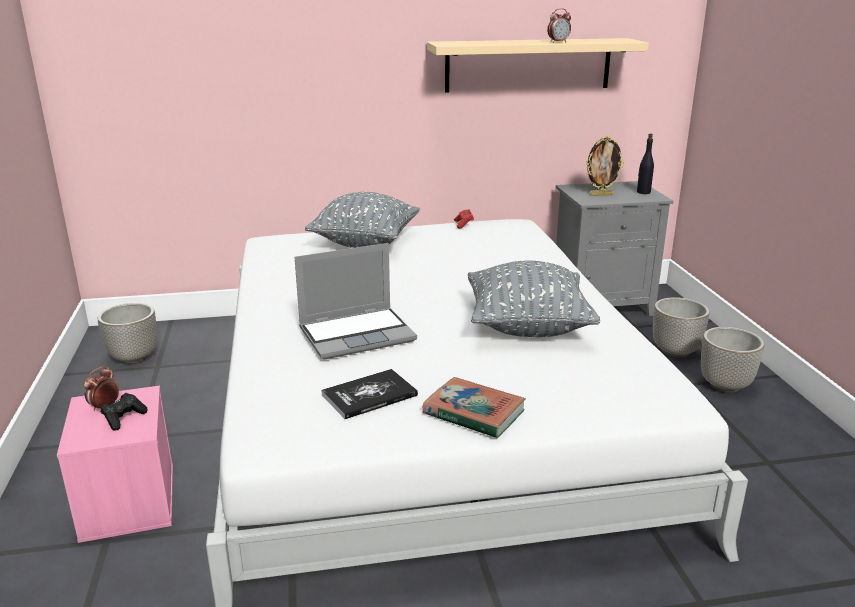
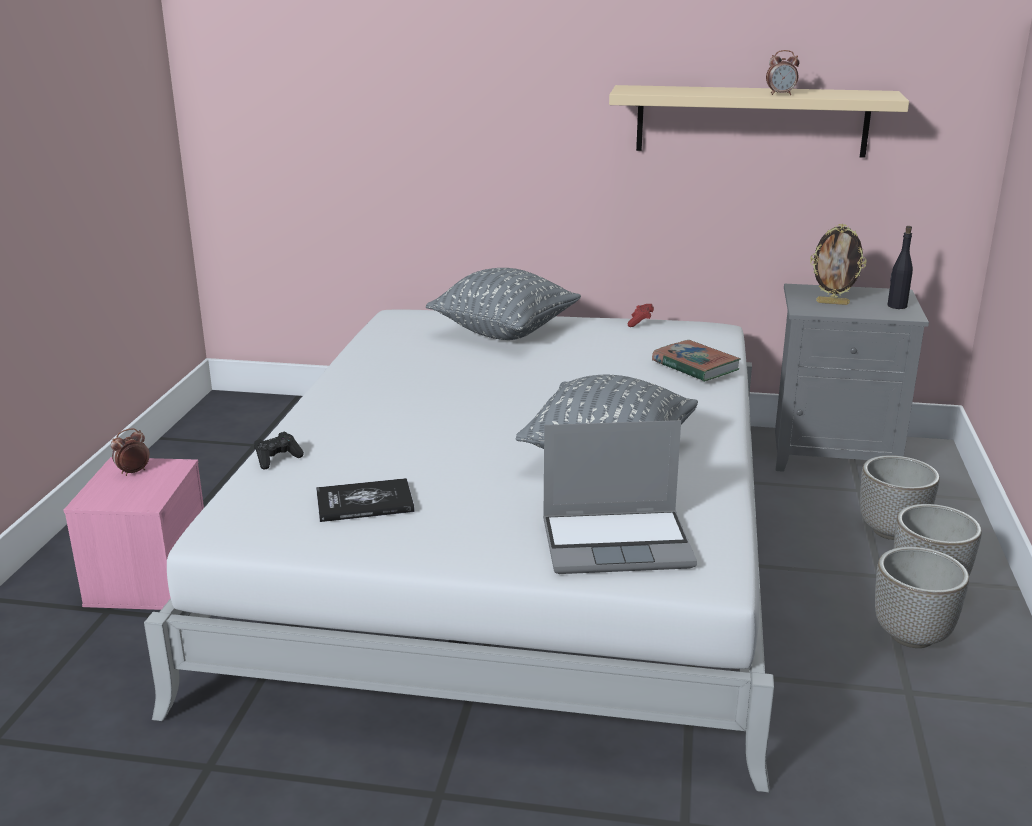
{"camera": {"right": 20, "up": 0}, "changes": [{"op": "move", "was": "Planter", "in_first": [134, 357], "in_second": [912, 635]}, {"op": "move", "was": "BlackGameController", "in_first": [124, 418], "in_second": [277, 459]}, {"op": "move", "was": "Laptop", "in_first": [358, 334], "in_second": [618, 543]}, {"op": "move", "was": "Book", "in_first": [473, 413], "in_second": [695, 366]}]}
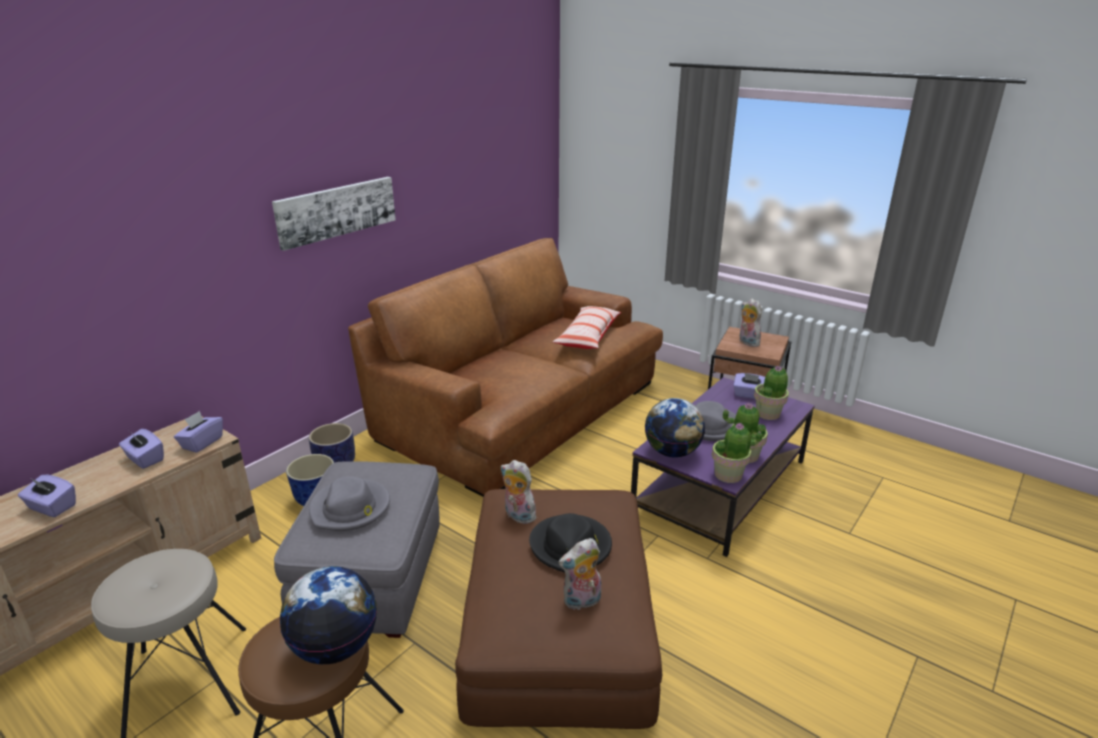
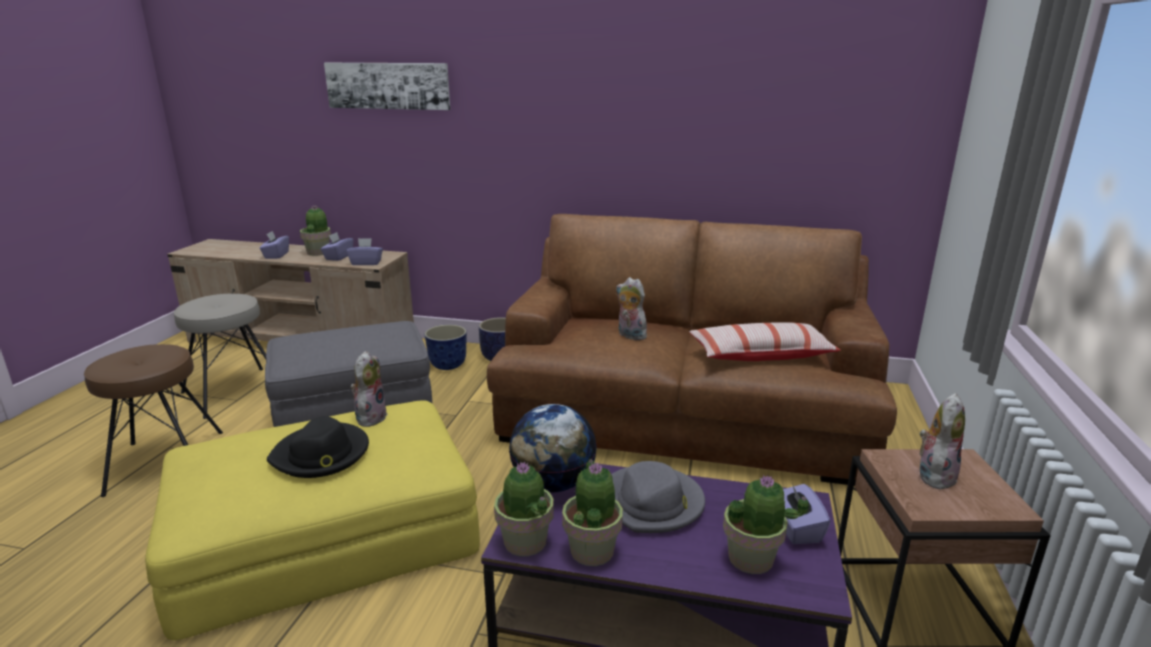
{"camera": {"right": 65, "up": -5}, "changes": [{"op": "delete", "was": "Globe", "in_first": [335, 646]}, {"op": "delete", "was": "GreyHat", "in_first": [350, 508]}, {"op": "insert", "now": "PottedPlant", "in_second": [318, 252]}, {"op": "move", "was": "Picture", "in_first": [336, 211], "in_second": [388, 85]}, {"op": "move", "was": "PlushToy", "in_first": [582, 602], "in_second": [629, 336]}, {"op": "recolor", "was": "BrownOttoman", "now": "YellowOttoman", "in_first": [557, 619], "in_second": [326, 533]}]}
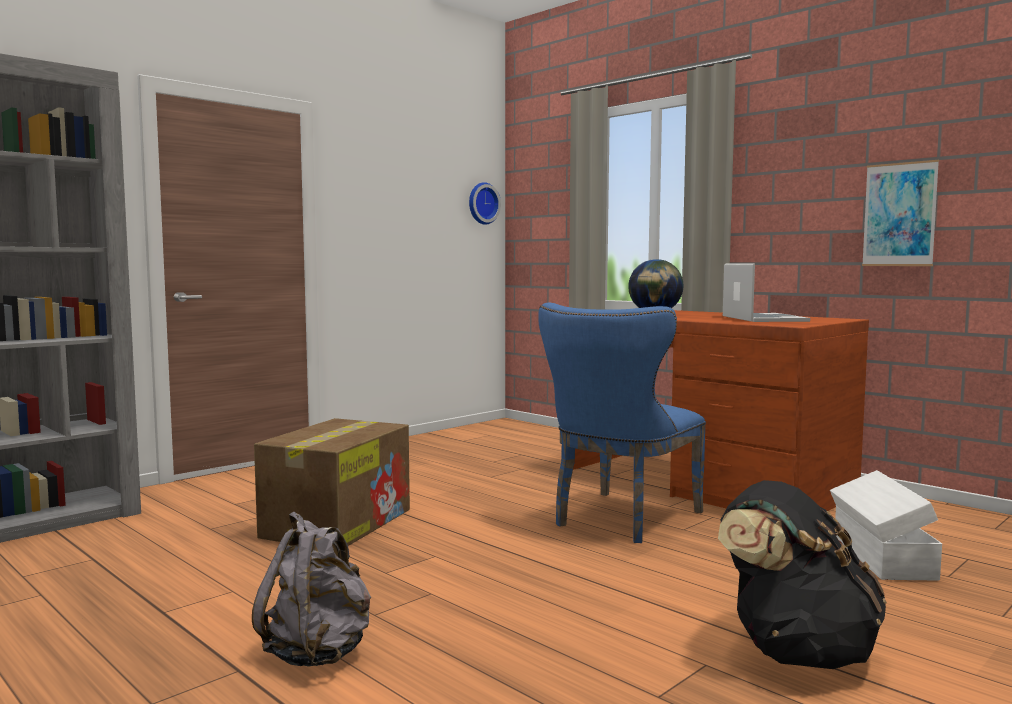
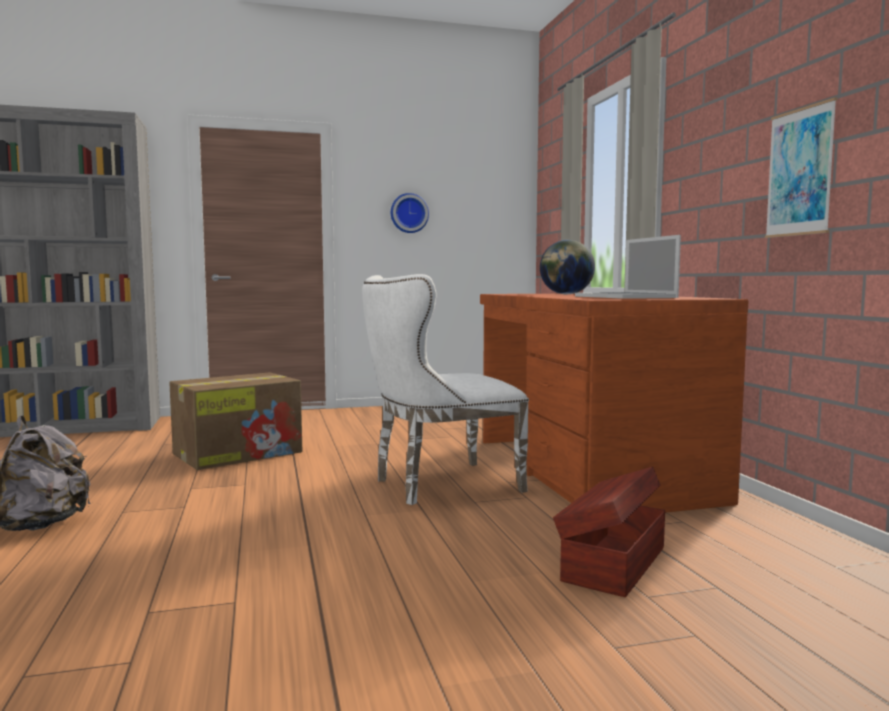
{"camera": {"right": 30, "up": 0}, "changes": [{"op": "delete", "was": "BlackBackpack", "in_first": [795, 651]}, {"op": "move", "was": "WallClock", "in_first": [482, 203], "in_second": [409, 213]}, {"op": "recolor", "was": "BlueChair", "now": "WhiteChair", "in_first": [621, 520], "in_second": [438, 485]}, {"op": "recolor", "was": "WhiteStorageBox", "now": "BrownStorageBox", "in_first": [881, 558], "in_second": [612, 563]}, {"op": "rotate", "was": "Laptop", "in_first": [763, 318], "in_second": [625, 297], "clockwise": 135}]}
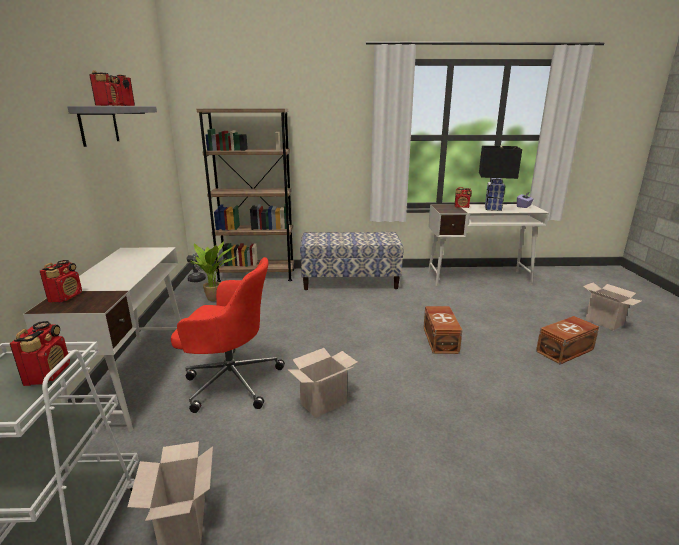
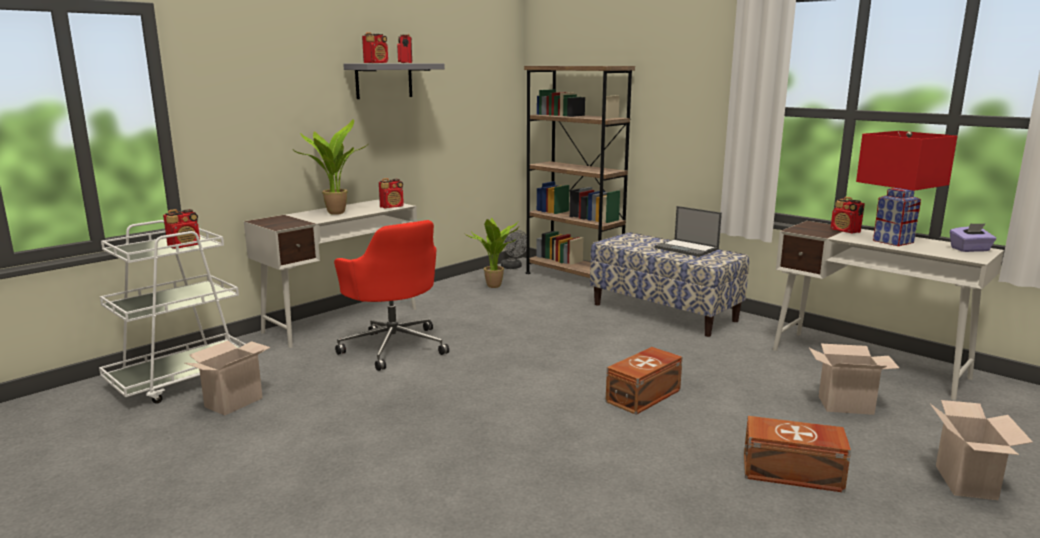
{"camera": {"right": 45, "up": -5}, "changes": [{"op": "insert", "now": "PottedPlant", "in_second": [334, 212]}, {"op": "insert", "now": "Laptop", "in_second": [687, 248]}, {"op": "move", "was": "Radio", "in_first": [66, 297], "in_second": [392, 207]}, {"op": "move", "was": "CardboardBox", "in_first": [324, 402], "in_second": [847, 405]}, {"op": "recolor", "was": "BlackTableLamp", "now": "RedTableLamp", "in_first": [493, 209], "in_second": [893, 242]}]}
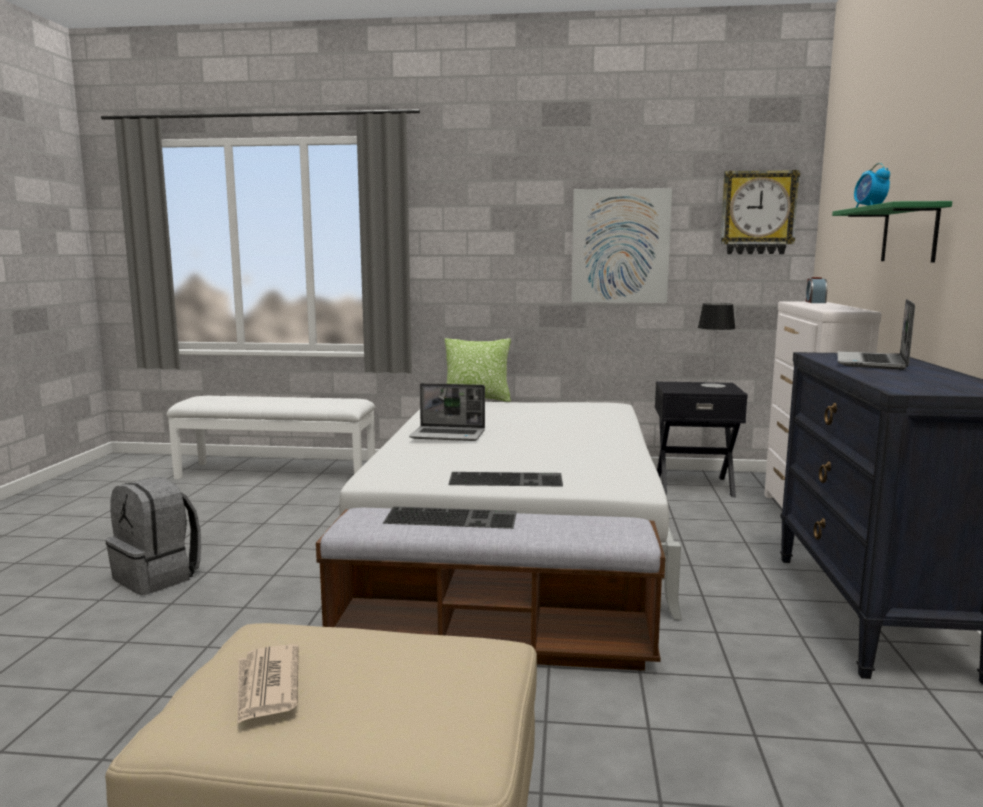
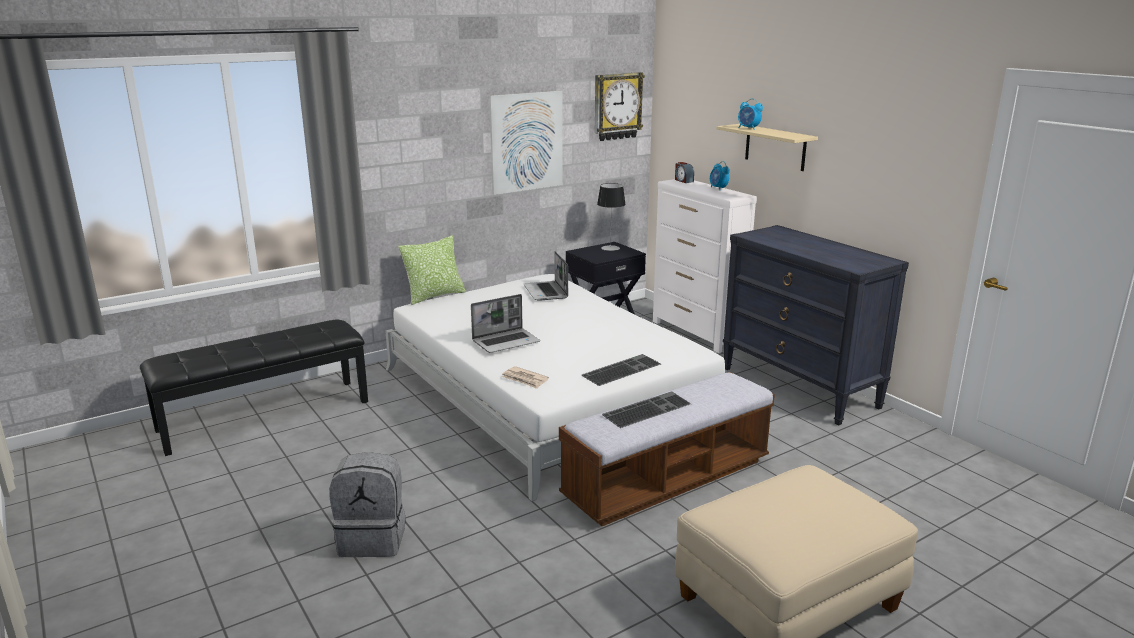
{"camera": {"right": -40, "up": 10}, "changes": [{"op": "insert", "now": "AlarmClock", "in_second": [718, 188]}, {"op": "move", "was": "Newspaper", "in_first": [266, 686], "in_second": [525, 379]}, {"op": "move", "was": "Laptop", "in_first": [872, 363], "in_second": [546, 292]}, {"op": "recolor", "was": "WhiteBench", "now": "BlackBench", "in_first": [277, 473], "in_second": [265, 415]}, {"op": "recolor", "was": "GreenShelf", "now": "BeigeShelf", "in_first": [909, 234], "in_second": [775, 147]}]}
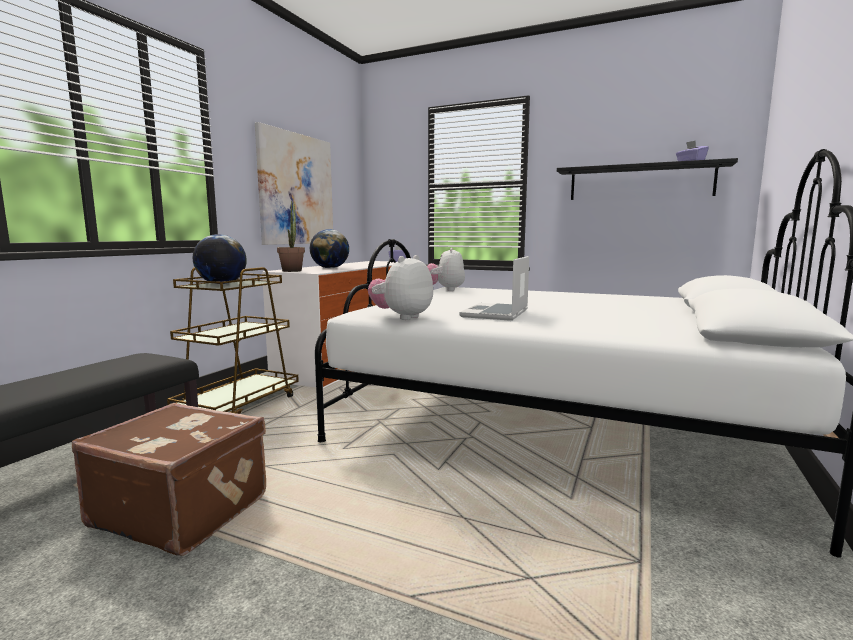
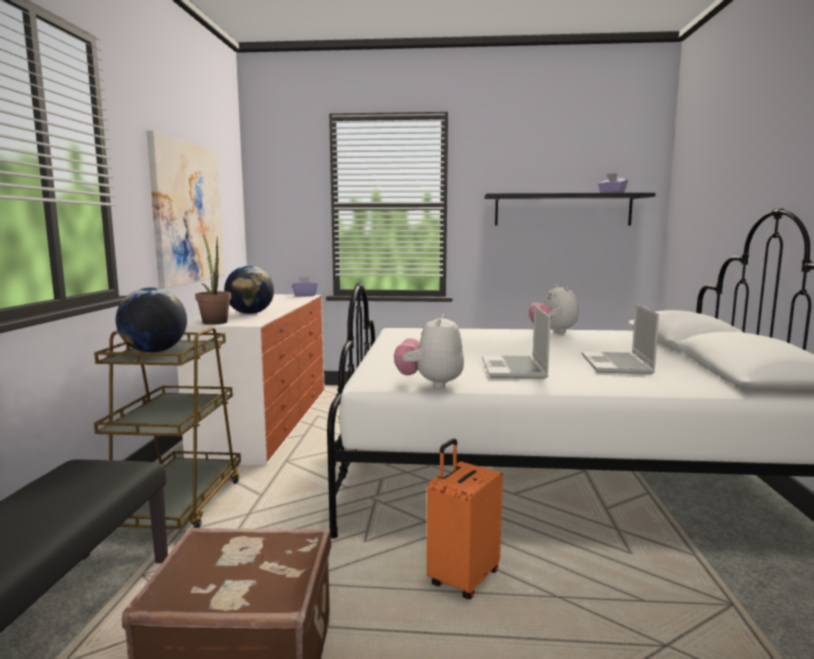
{"camera": {"right": -20, "up": 0}, "changes": [{"op": "insert", "now": "OrangeSuitcase", "in_second": [462, 578]}, {"op": "insert", "now": "Laptop", "in_second": [617, 365]}, {"op": "move", "was": "PlushToy", "in_first": [445, 289], "in_second": [553, 331]}]}
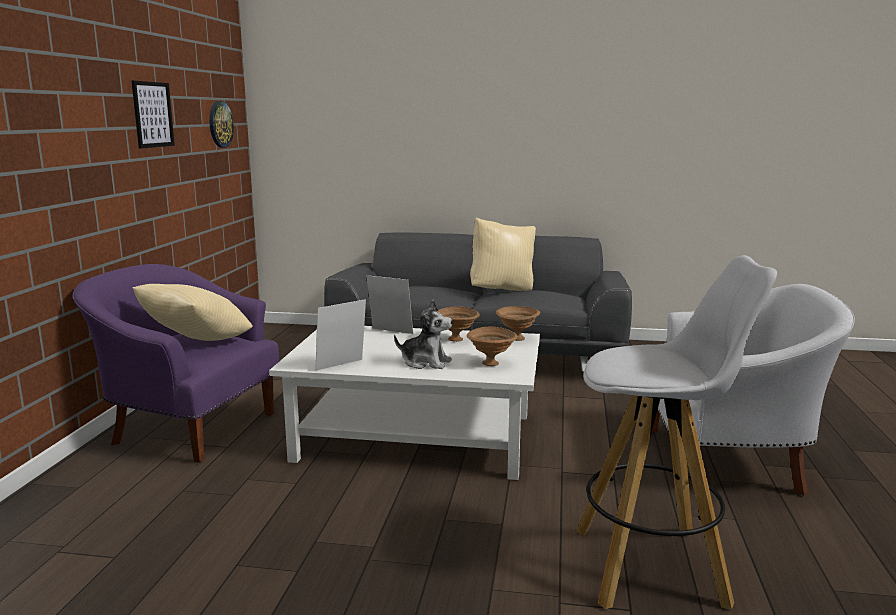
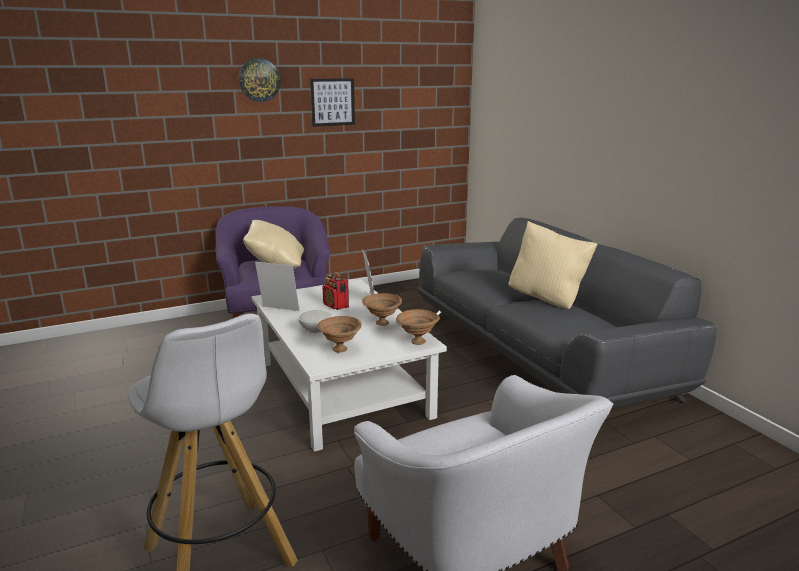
{"camera": {"right": 55, "up": 5}, "changes": [{"op": "insert", "now": "Radio", "in_second": [336, 306]}, {"op": "move", "was": "WallClock", "in_first": [220, 124], "in_second": [259, 80]}, {"op": "replace", "was": "PlushToy", "now": "WhiteBowl", "in_first": [425, 362], "in_second": [315, 329]}]}
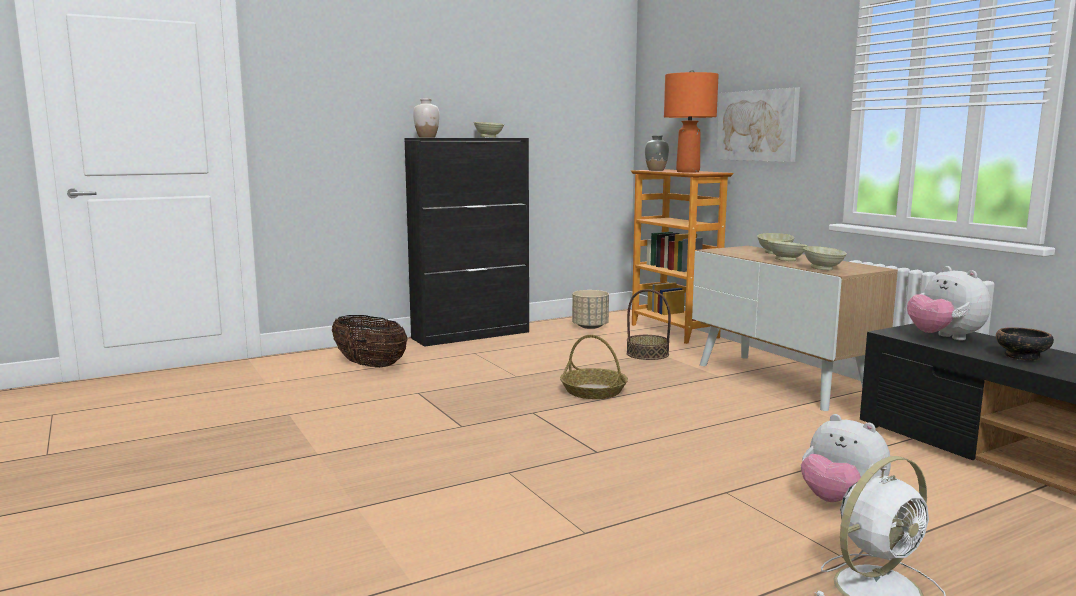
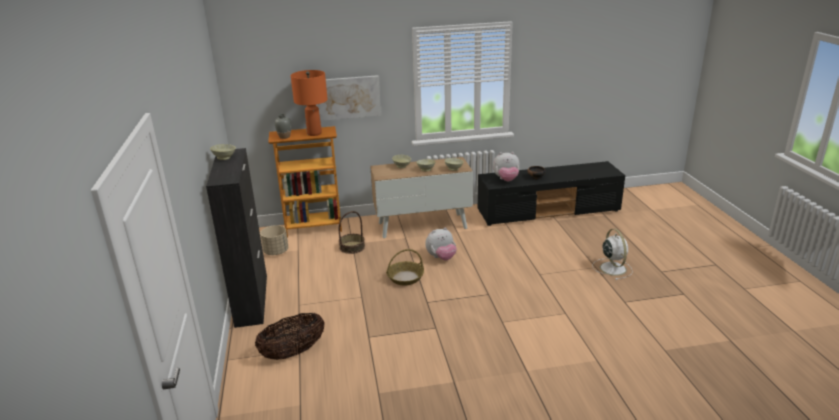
{"camera": {"right": -70, "up": 15}, "changes": [{"op": "delete", "was": "WhiteVase", "in_first": [427, 137]}, {"op": "move", "was": "PlushToy", "in_first": [840, 500], "in_second": [441, 258]}]}
